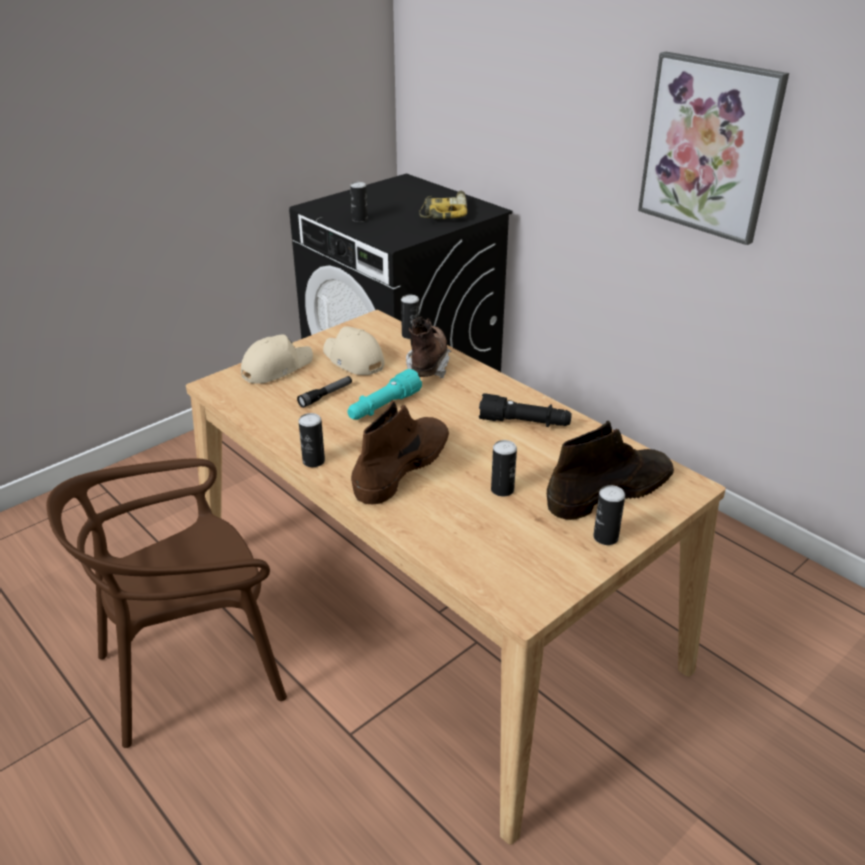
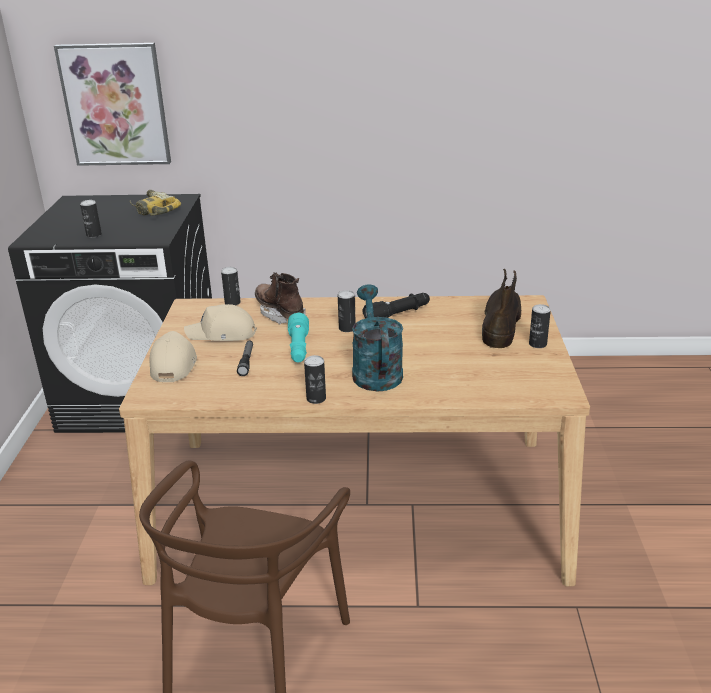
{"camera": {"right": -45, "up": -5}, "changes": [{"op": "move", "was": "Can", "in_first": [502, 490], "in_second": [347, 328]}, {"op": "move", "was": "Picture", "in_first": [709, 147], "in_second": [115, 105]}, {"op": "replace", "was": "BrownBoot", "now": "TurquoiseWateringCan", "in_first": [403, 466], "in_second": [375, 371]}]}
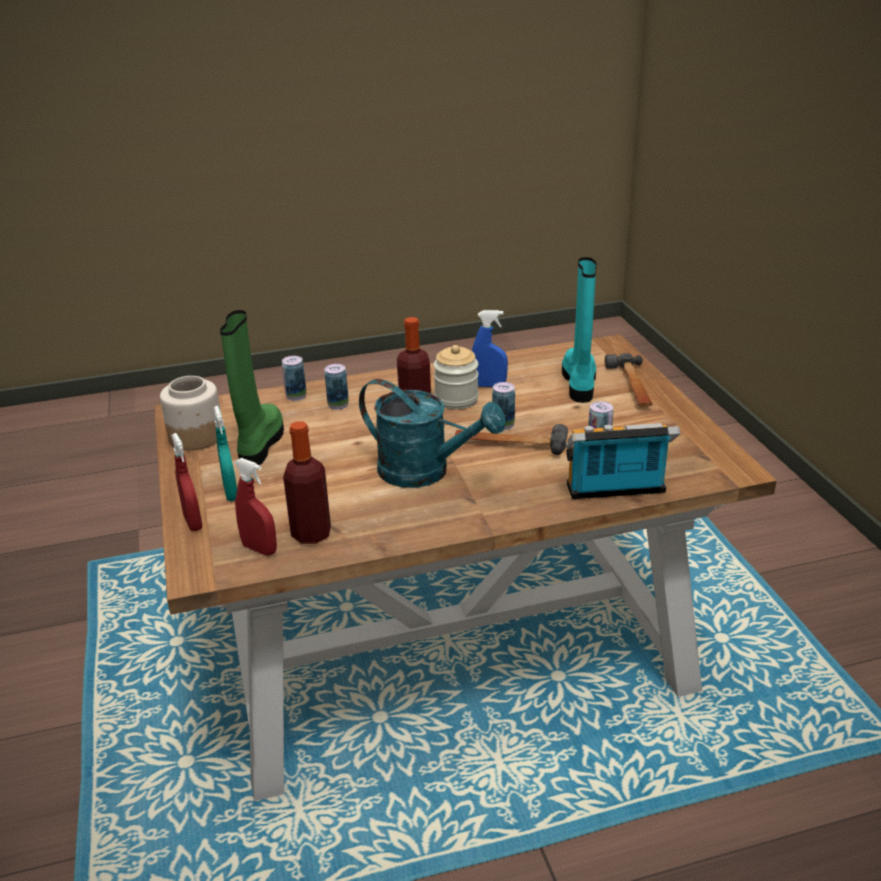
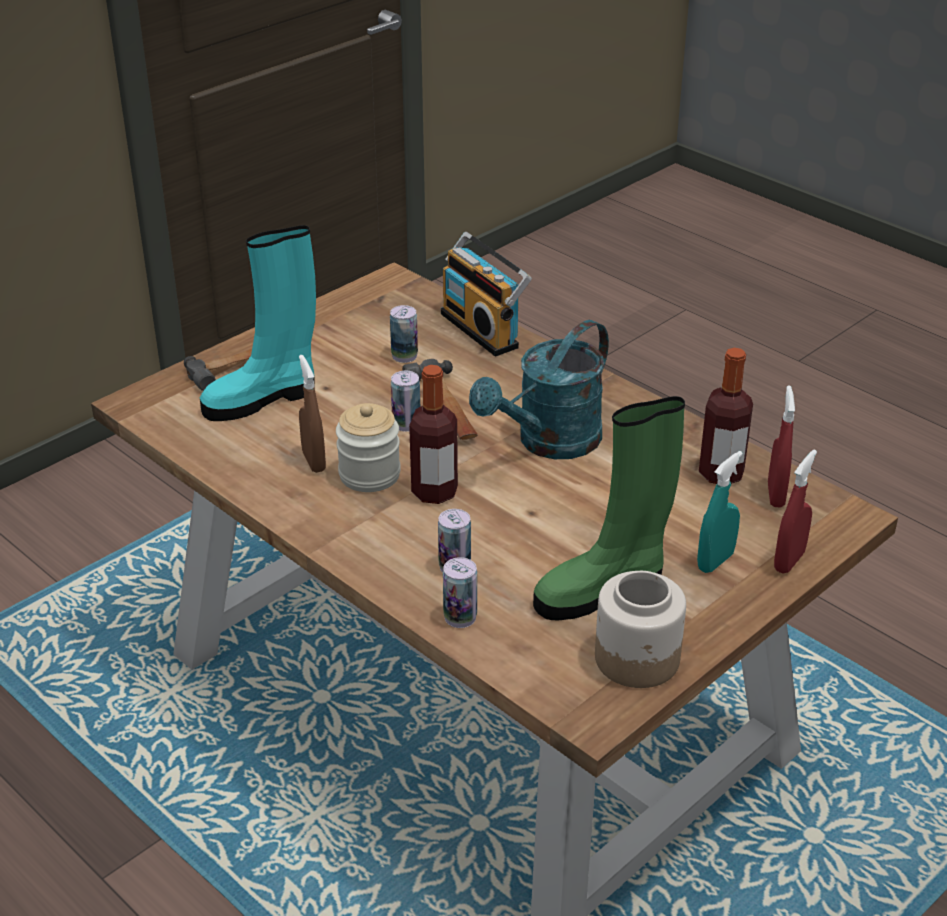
{"camera": {"right": -120, "up": 5}, "changes": [{"op": "recolor", "was": "BlueSprayBottle", "now": "BrownSprayBottle", "in_first": [489, 385], "in_second": [314, 461]}, {"op": "rotate", "was": "TurquoiseWateringCan", "in_first": [425, 472], "in_second": [549, 443], "clockwise": -135}]}
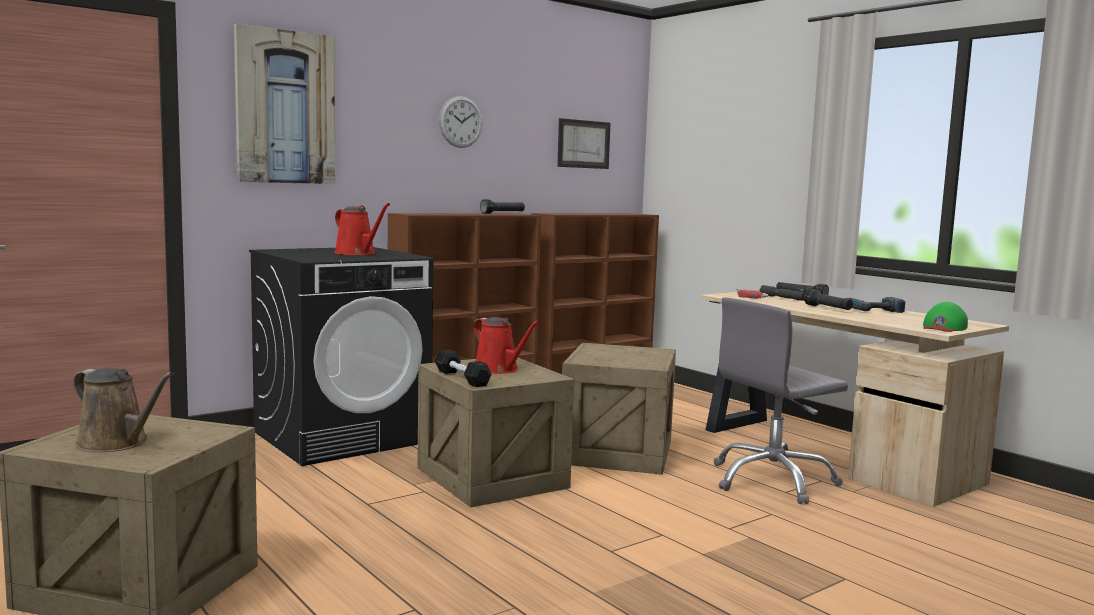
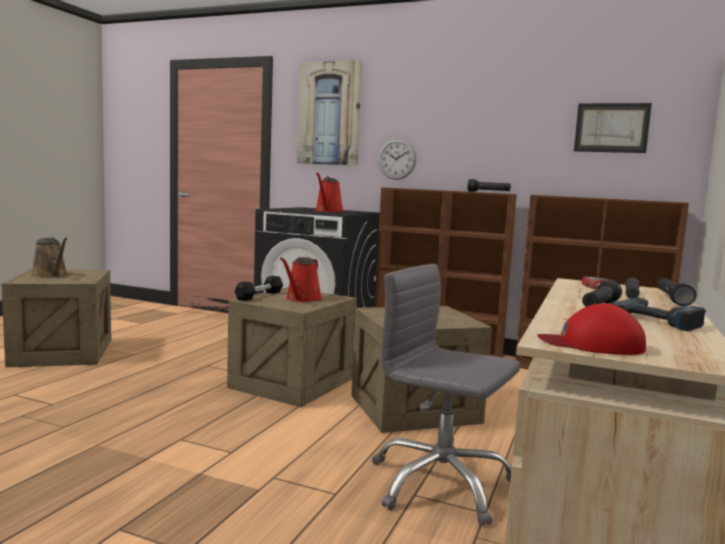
{"camera": {"right": 60, "up": 0}, "changes": [{"op": "move", "was": "WallClock", "in_first": [461, 122], "in_second": [396, 159]}, {"op": "recolor", "was": "GreenCap", "now": "RedCap", "in_first": [943, 327], "in_second": [592, 344]}, {"op": "rotate", "was": "BrownWateringCan", "in_first": [117, 443], "in_second": [51, 275], "clockwise": -45}]}
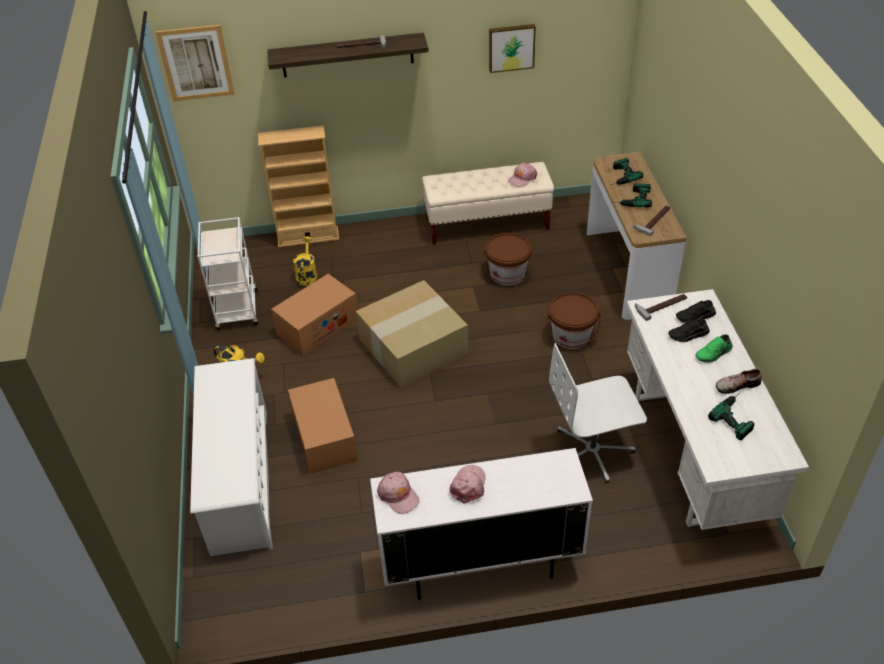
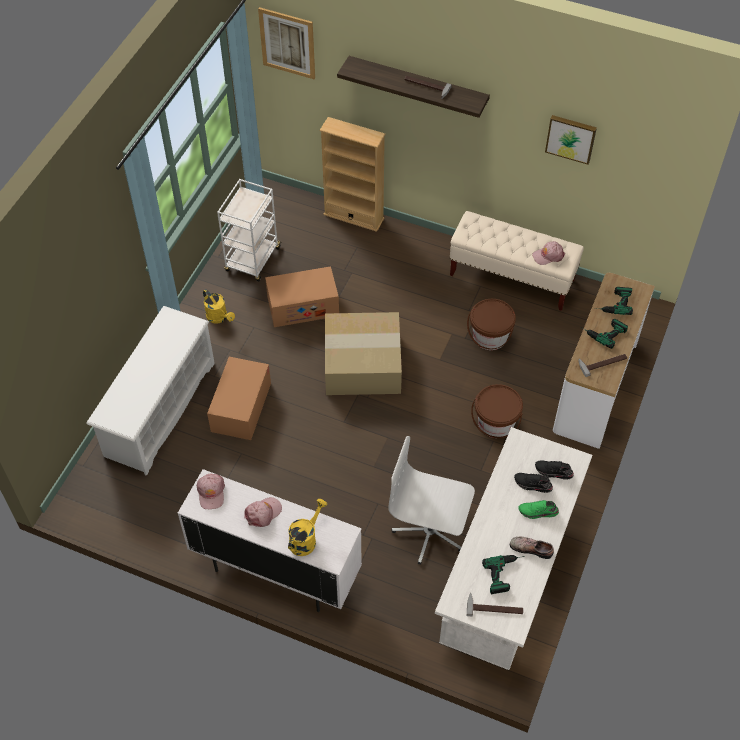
{"camera": {"right": 30, "up": 10}, "changes": [{"op": "move", "was": "YellowWateringCan", "in_first": [307, 274], "in_second": [305, 539]}, {"op": "move", "was": "Hammer", "in_first": [661, 305], "in_second": [494, 607]}]}
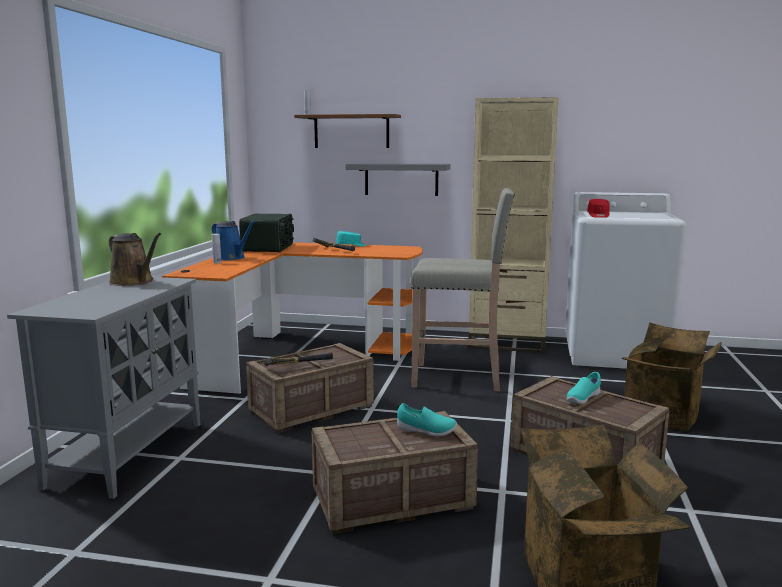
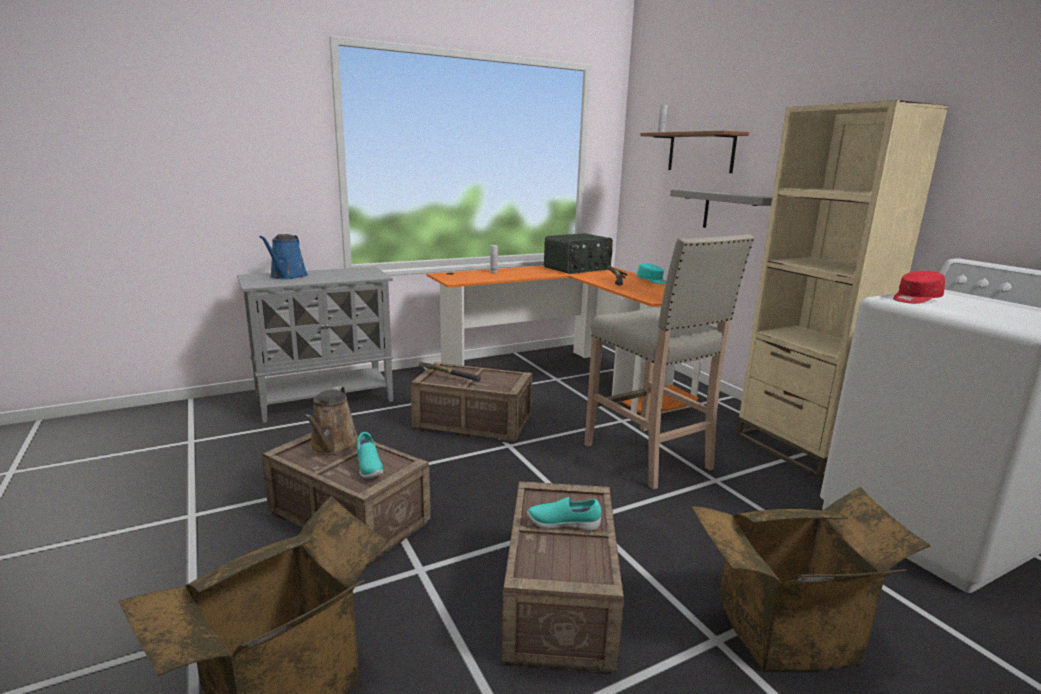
{"camera": {"right": 50, "up": 5}, "changes": [{"op": "move", "was": "BrownWateringCan", "in_first": [134, 282], "in_second": [332, 446]}, {"op": "move", "was": "BlueWateringCan", "in_first": [231, 258], "in_second": [287, 276]}]}
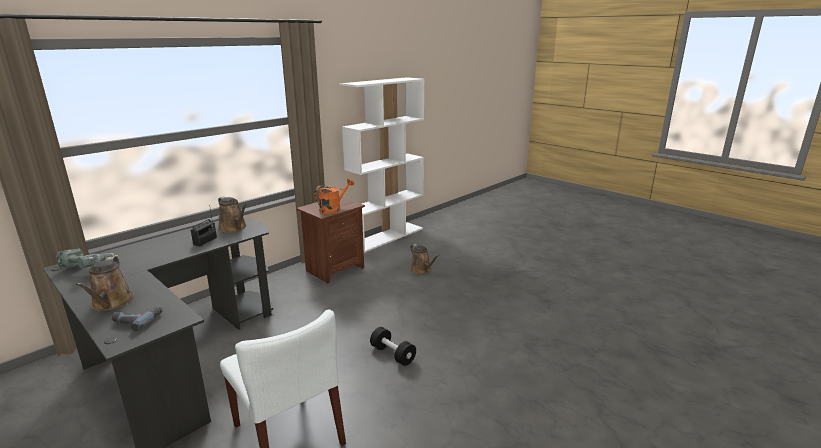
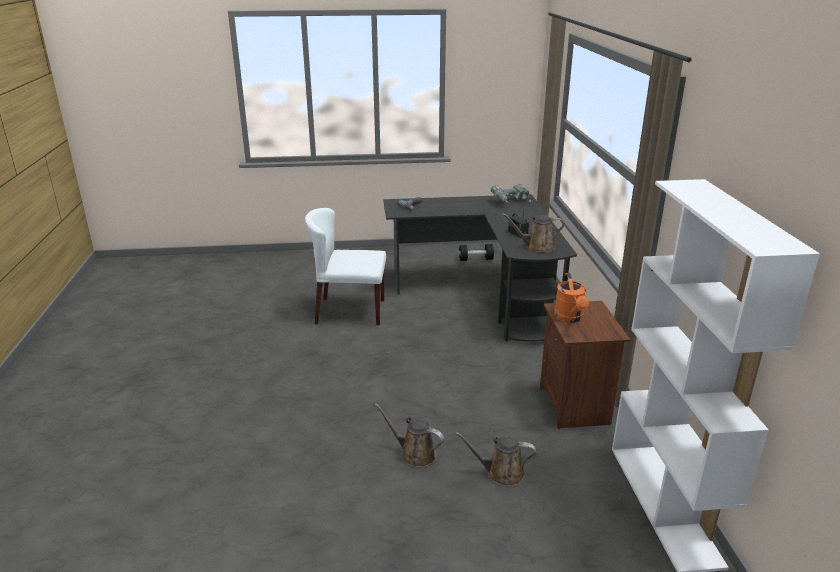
{"camera": {"right": 130, "up": 5}, "changes": [{"op": "move", "was": "BrownWateringCan", "in_first": [111, 303], "in_second": [415, 454]}, {"op": "move", "was": "BlackDumbbell", "in_first": [393, 354], "in_second": [476, 259]}]}
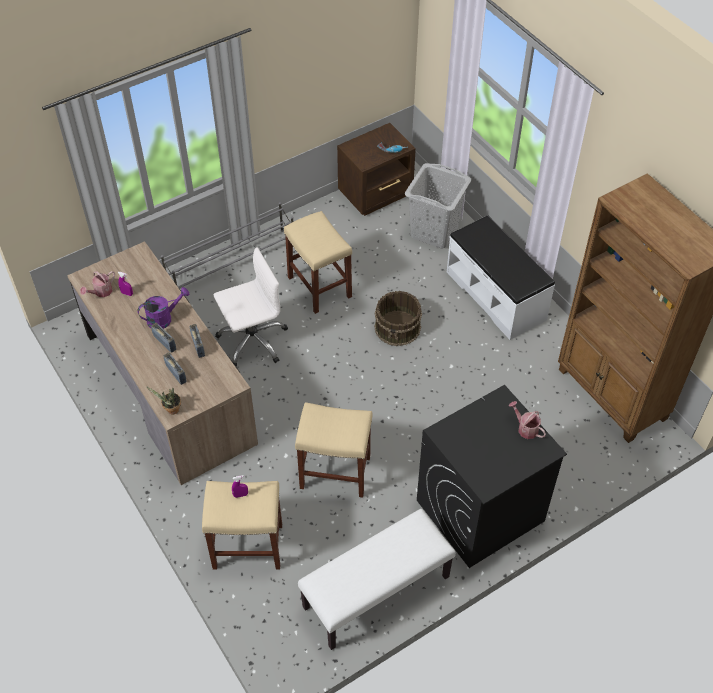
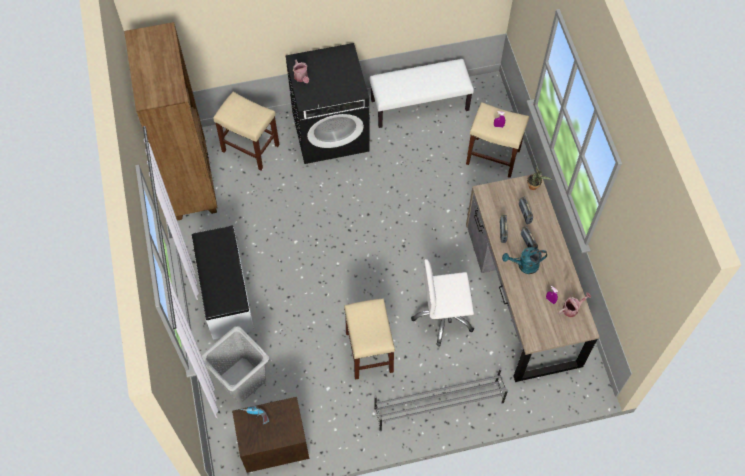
{"camera": {"right": -160, "up": 10}, "changes": [{"op": "delete", "was": "BrownBucket", "in_first": [398, 327]}, {"op": "move", "was": "BeigeStool", "in_first": [334, 472], "in_second": [251, 148]}, {"op": "recolor", "was": "PurpleWateringCan", "now": "TurquoiseWateringCan", "in_first": [164, 318], "in_second": [524, 266]}]}
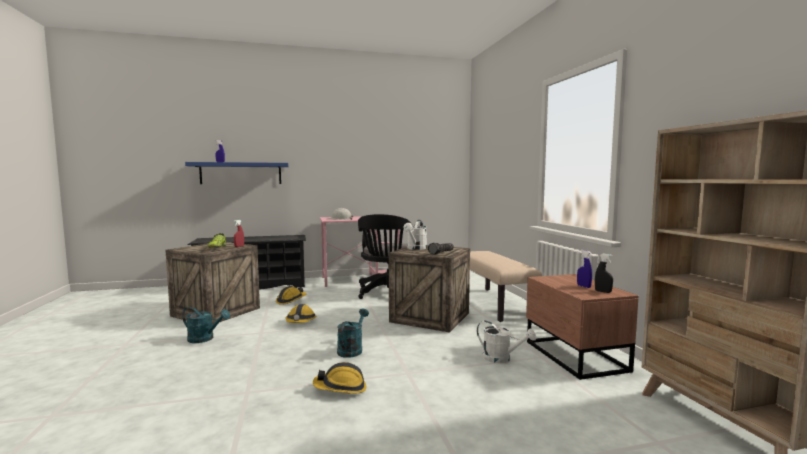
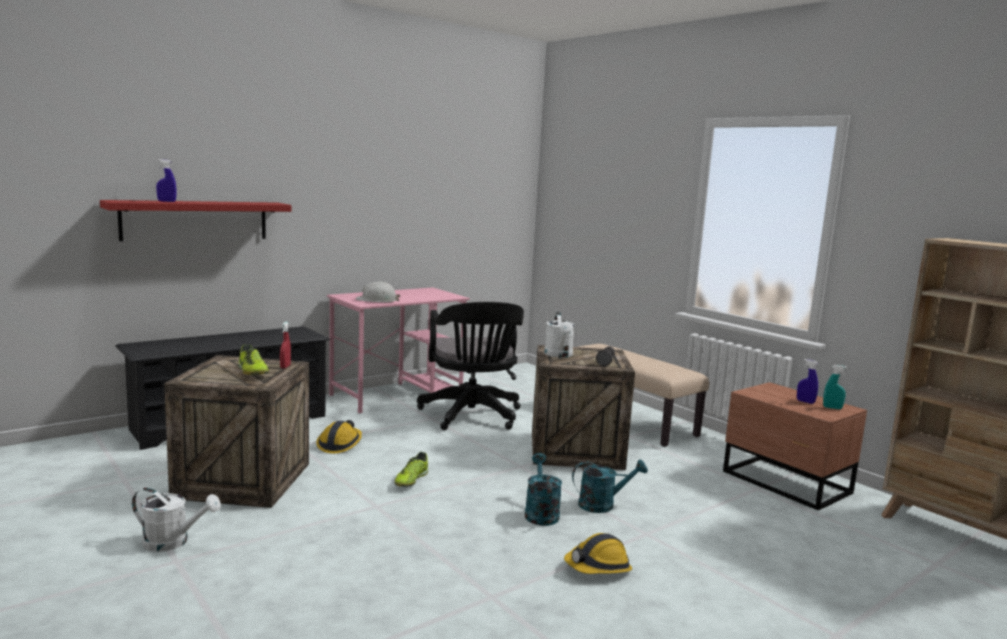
{"camera": {"right": -25, "up": 5}, "changes": [{"op": "move", "was": "TurquoiseWateringCan", "in_first": [205, 339], "in_second": [603, 504]}, {"op": "move", "was": "WhiteWateringCan", "in_first": [501, 358], "in_second": [173, 542]}, {"op": "replace", "was": "HardHat", "now": "Shoe", "in_first": [301, 322], "in_second": [411, 480]}, {"op": "recolor", "was": "BlueShelf", "now": "RedShelf", "in_first": [241, 173], "in_second": [195, 220]}, {"op": "recolor", "was": "BlackSprayBottle", "now": "TurquoiseSprayBottle", "in_first": [603, 291], "in_second": [832, 408]}]}
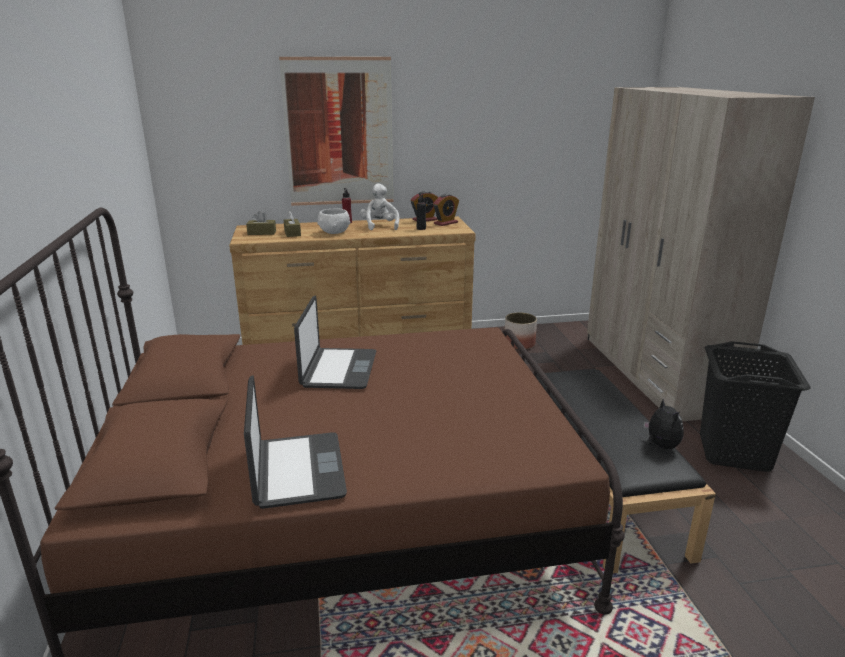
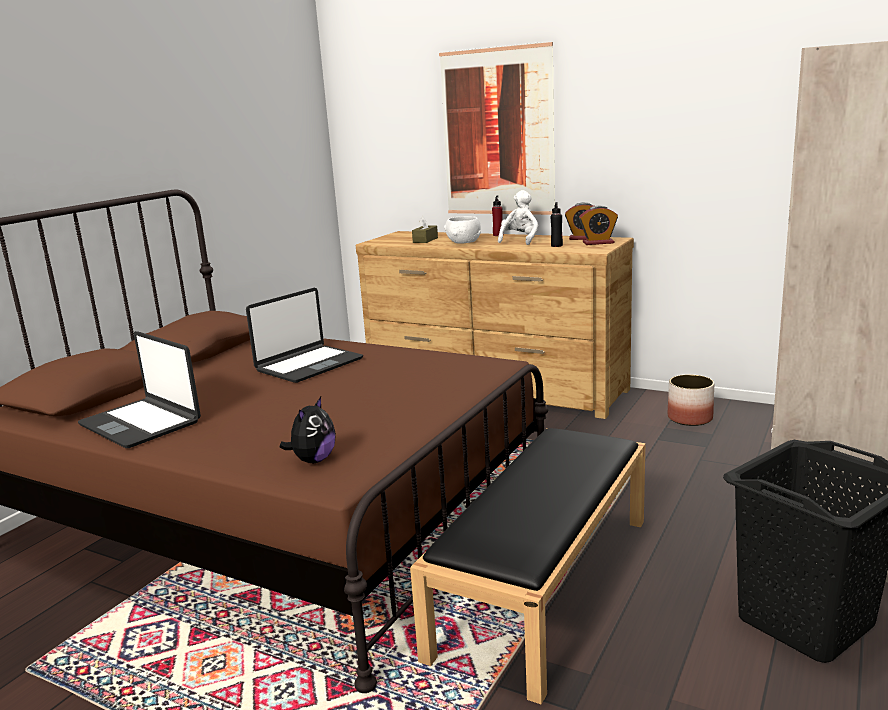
{"camera": {"right": 40, "up": -5}, "changes": [{"op": "delete", "was": "BrownTissueBox", "in_first": [262, 233]}, {"op": "move", "was": "PlushToy", "in_first": [660, 446], "in_second": [313, 460]}, {"op": "rotate", "was": "Laptop", "in_first": [297, 471], "in_second": [141, 423], "clockwise": 105}]}
